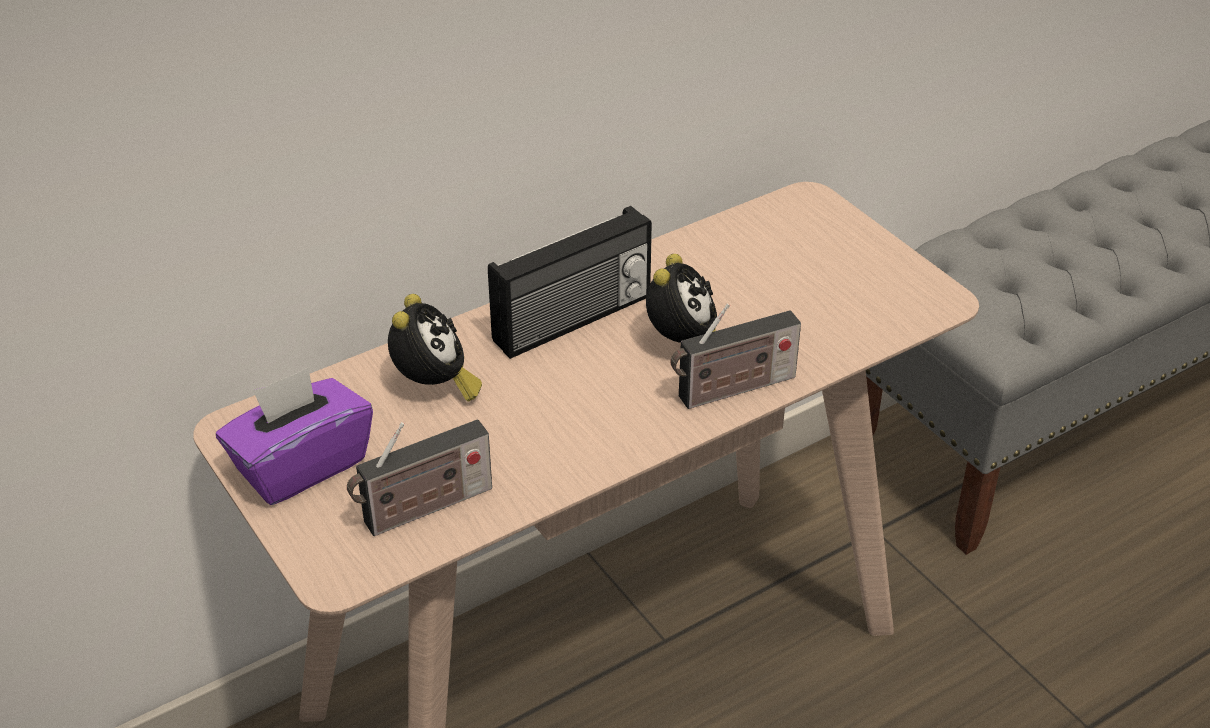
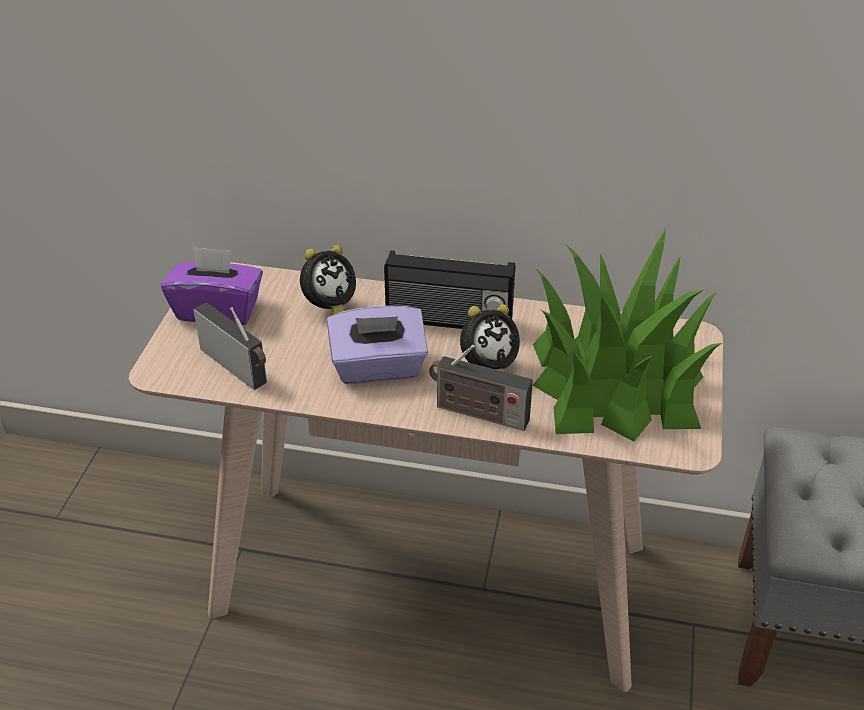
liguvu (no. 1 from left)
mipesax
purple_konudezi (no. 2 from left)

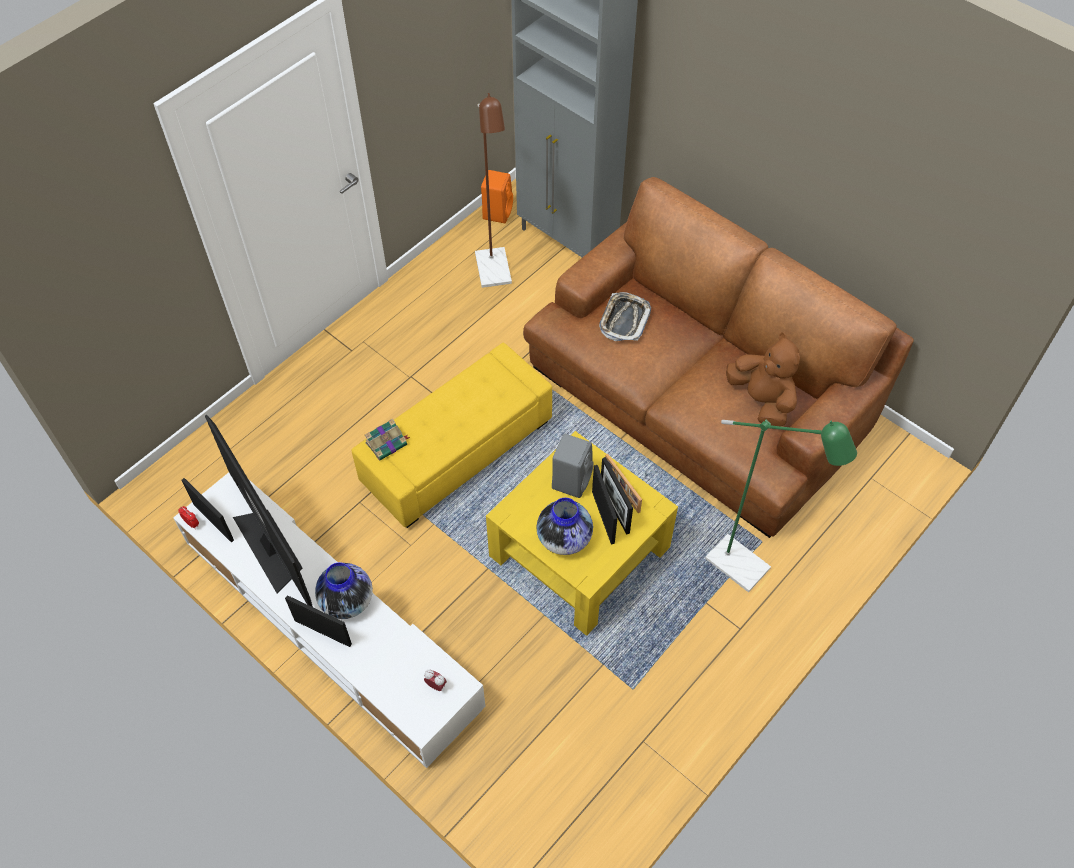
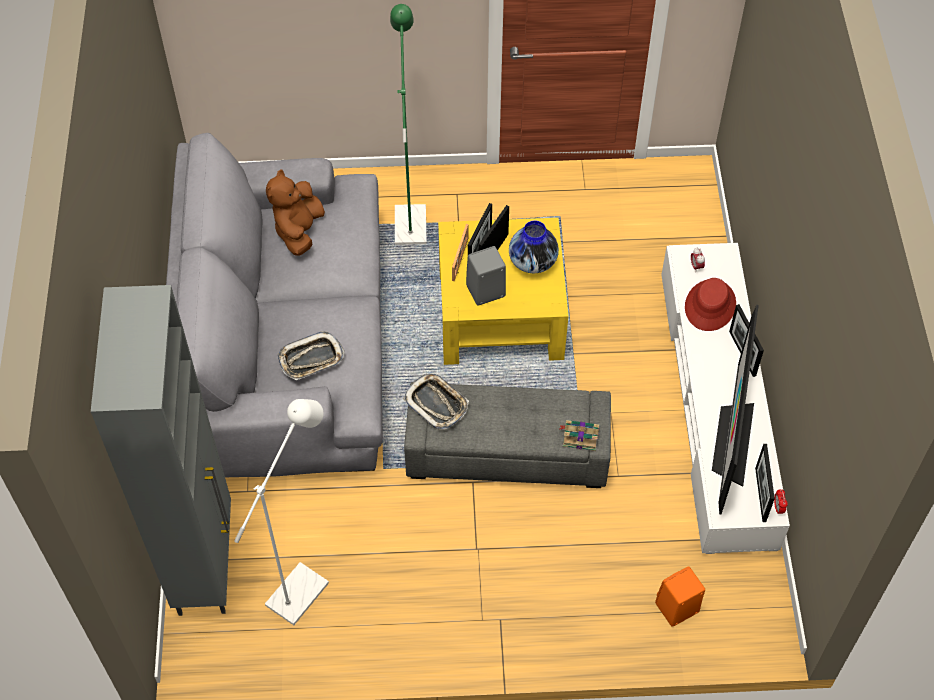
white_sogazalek
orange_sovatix
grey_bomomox
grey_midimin
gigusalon (no. 1 from left in the first image)
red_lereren
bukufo (no. 2 from left)

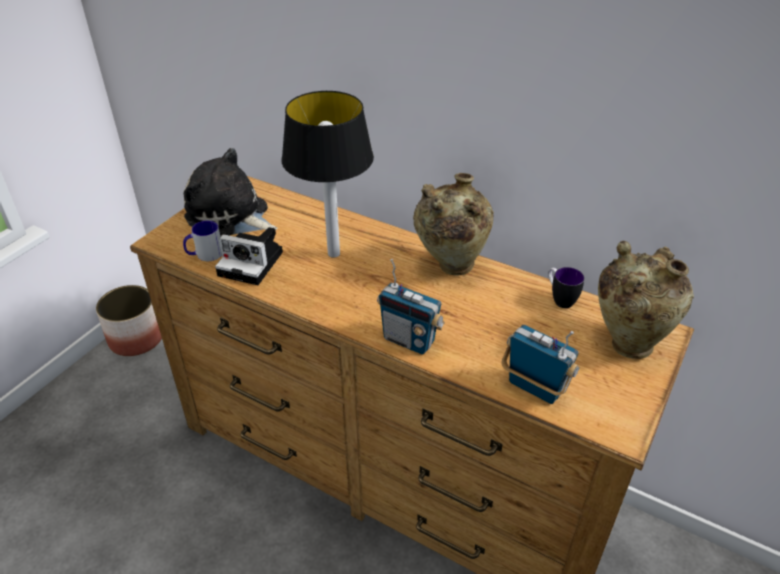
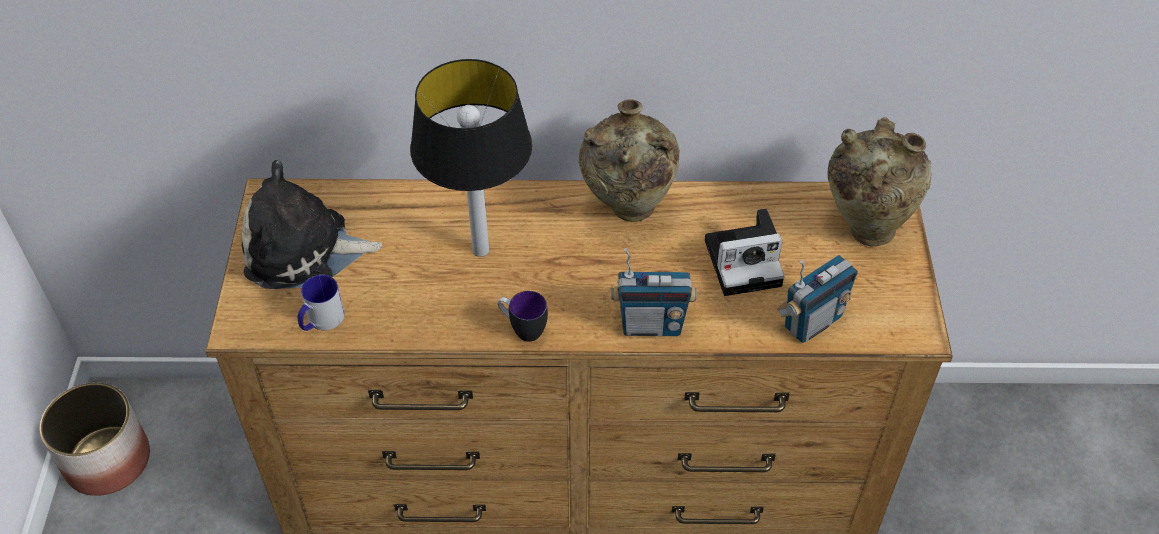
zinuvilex
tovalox (no. 2 from left)
liguvu (no. 2 from left)

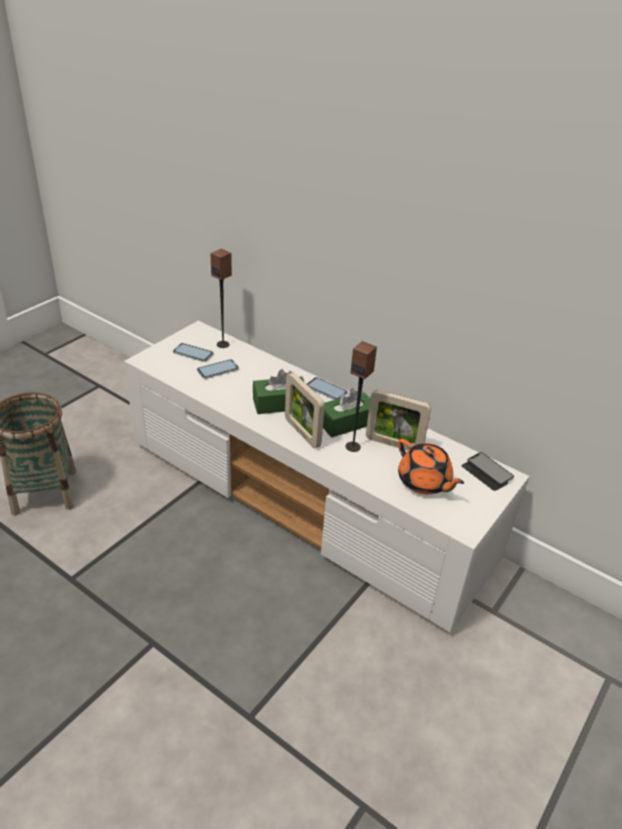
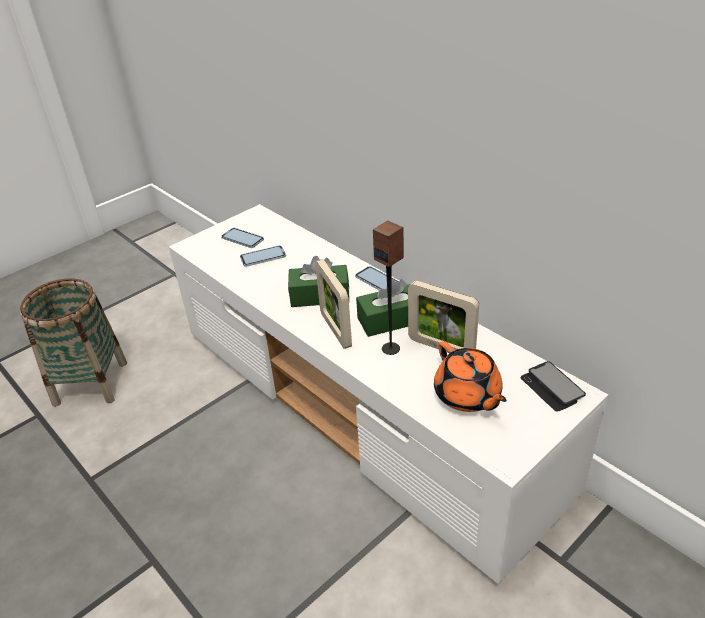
sovatix (no. 1 from left in the first image)

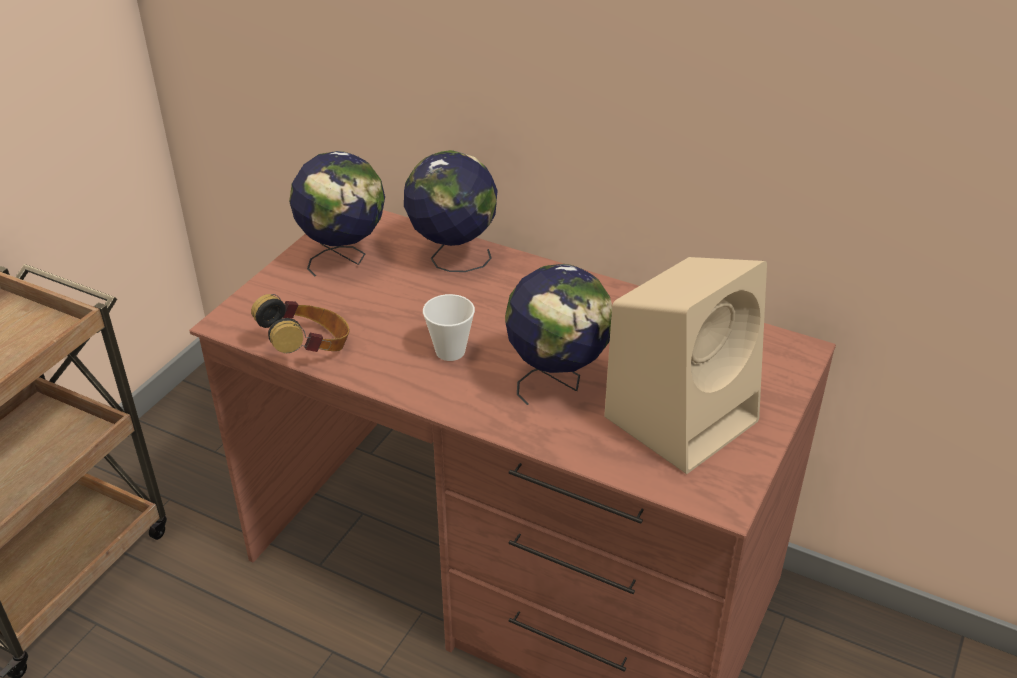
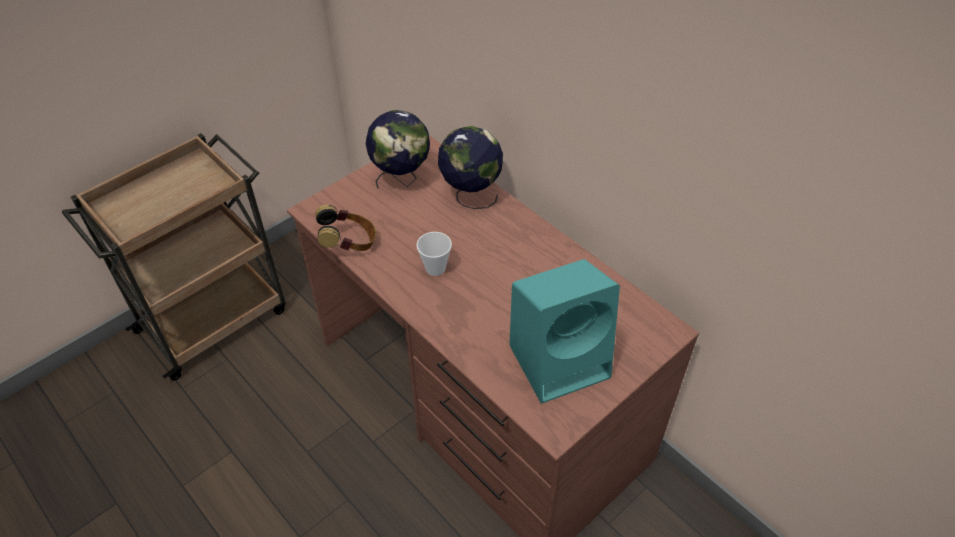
turquoise_sovatix
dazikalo (no. 3 from left in the first image)

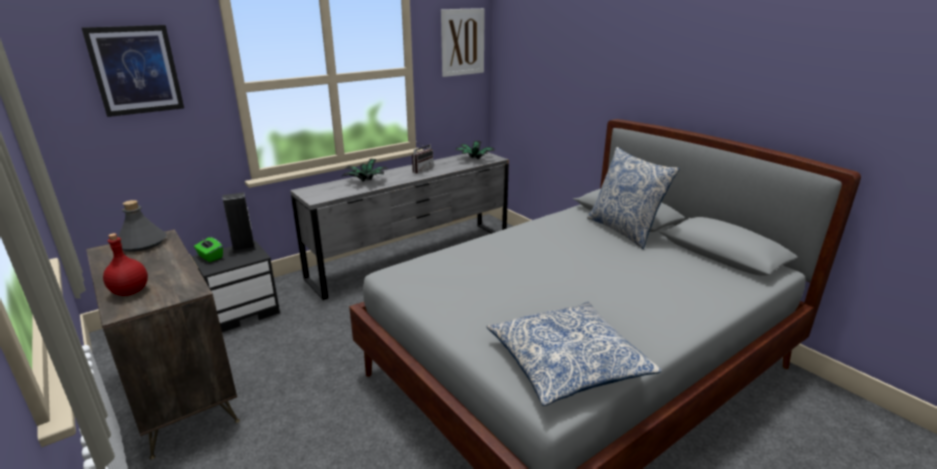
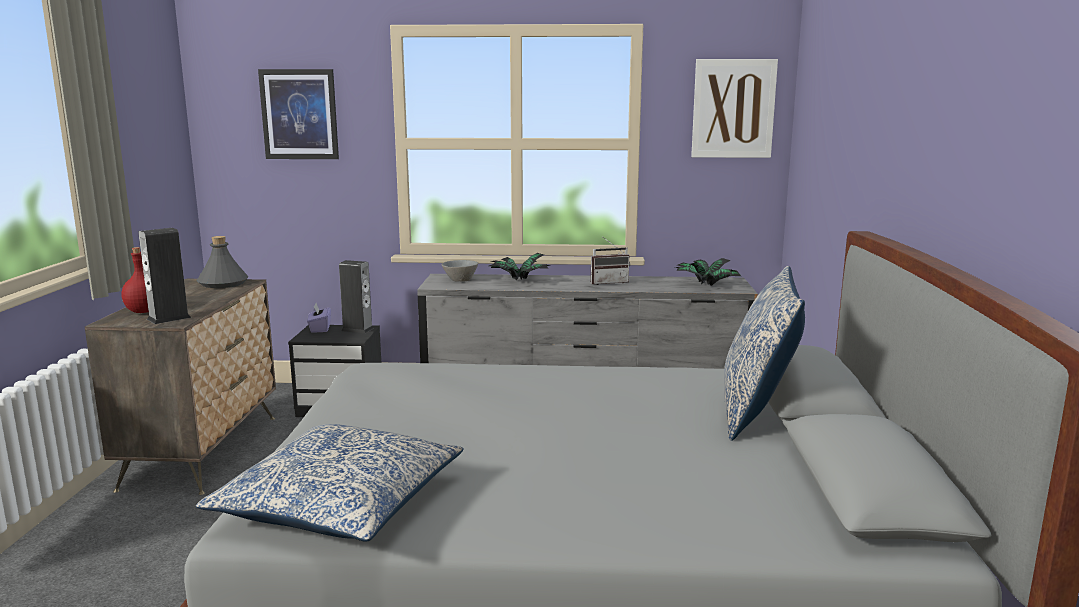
purple_konudezi
sovatix (no. 1 from left)
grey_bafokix

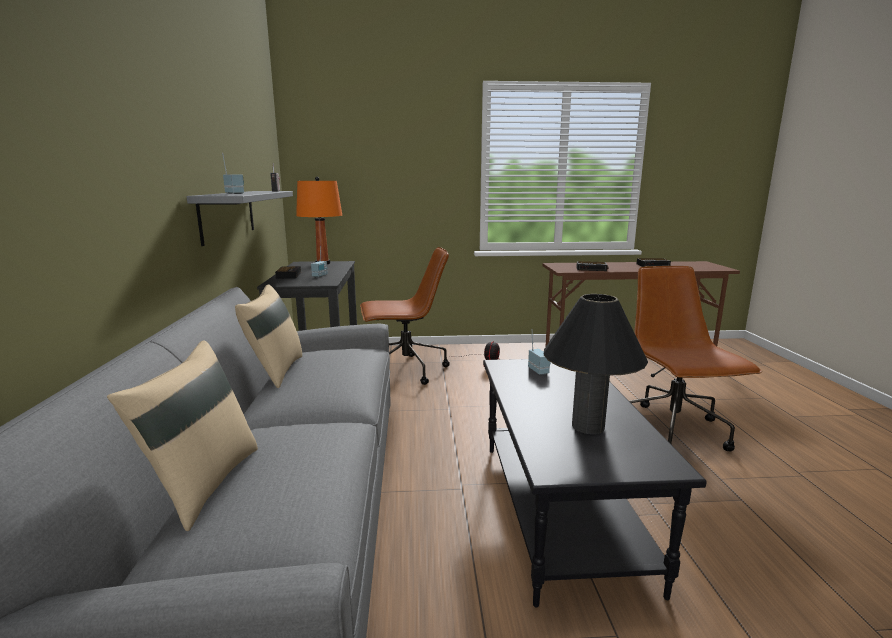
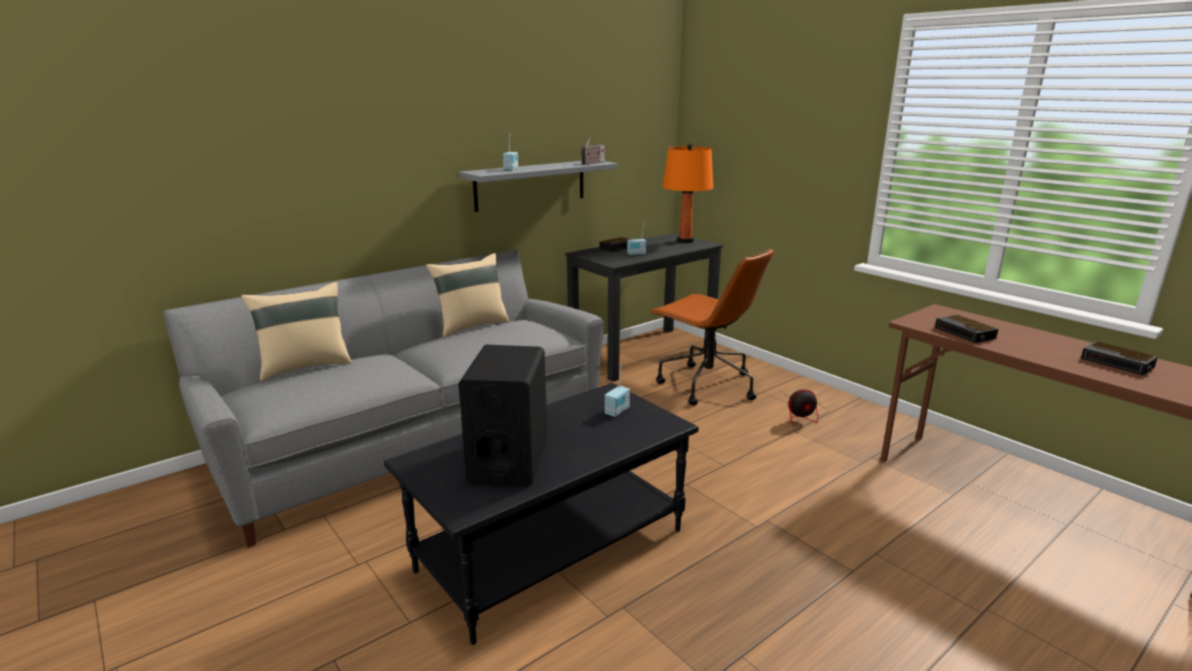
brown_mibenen (no. 2 from left in the first image)
black_sovatix

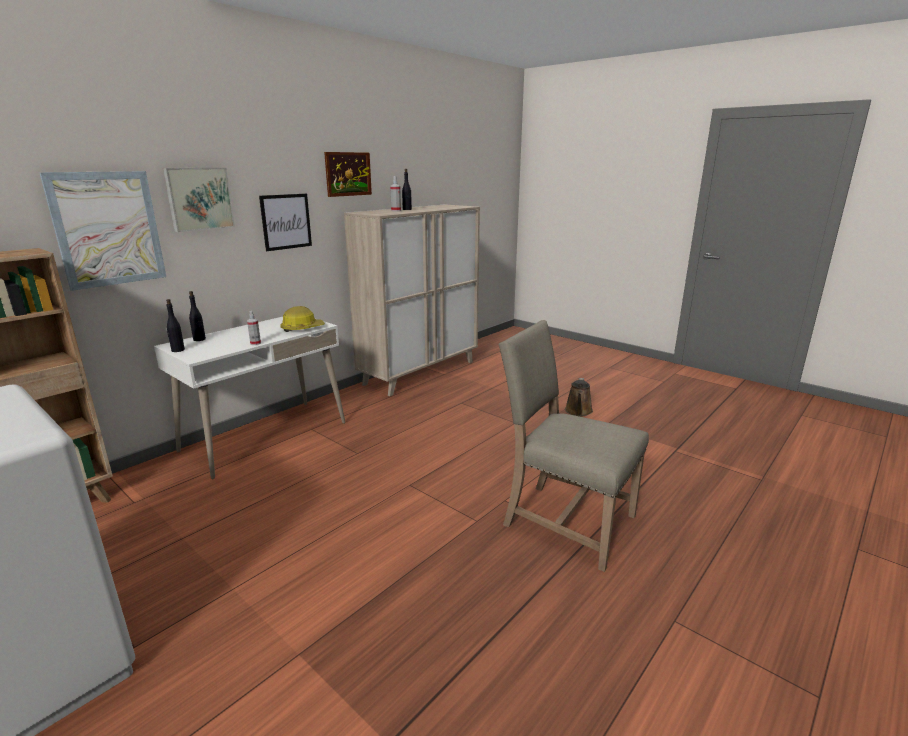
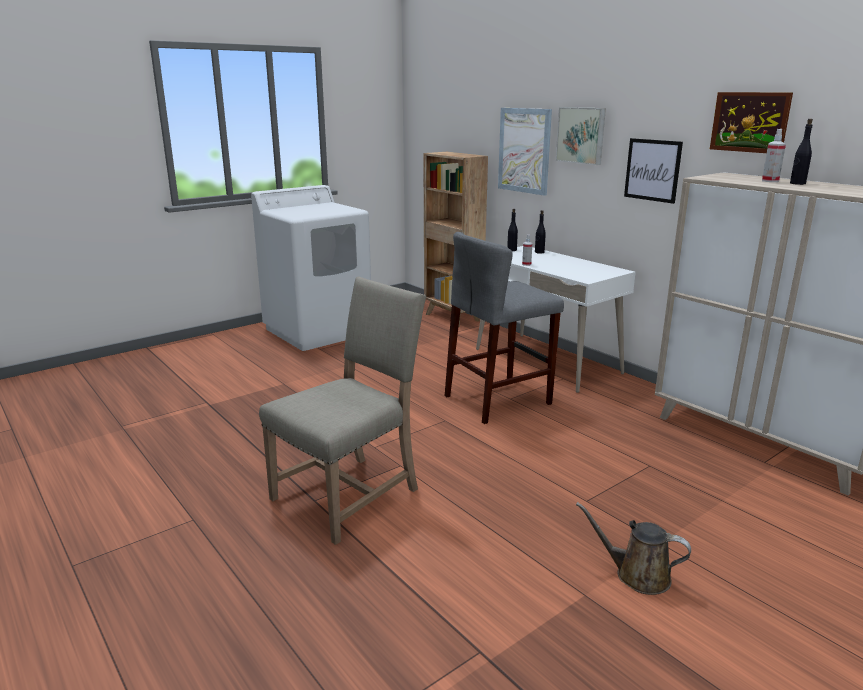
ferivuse
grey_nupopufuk

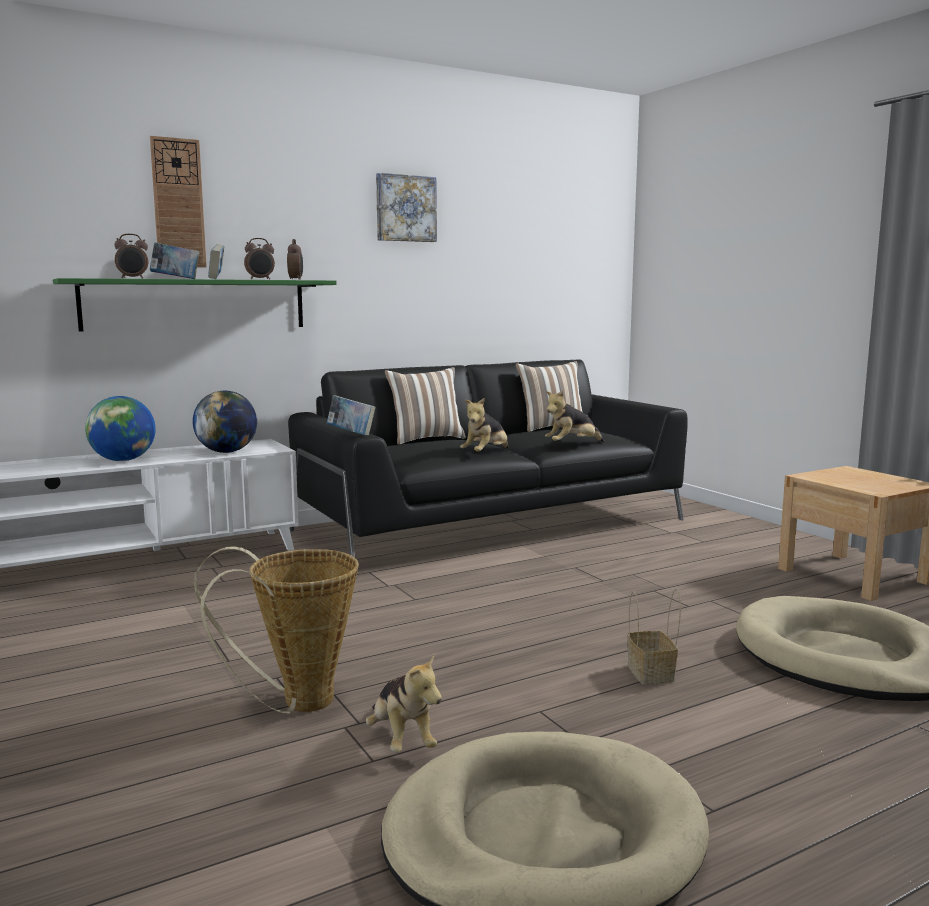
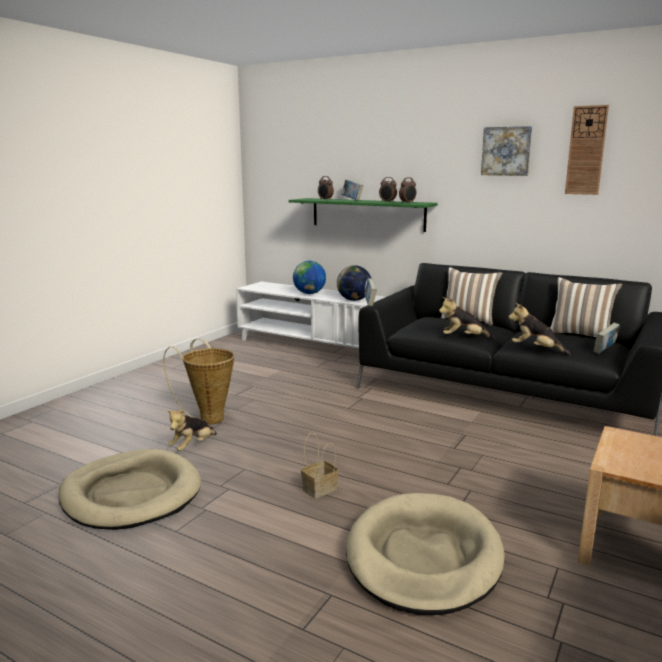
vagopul
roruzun (no. 3 from left)

